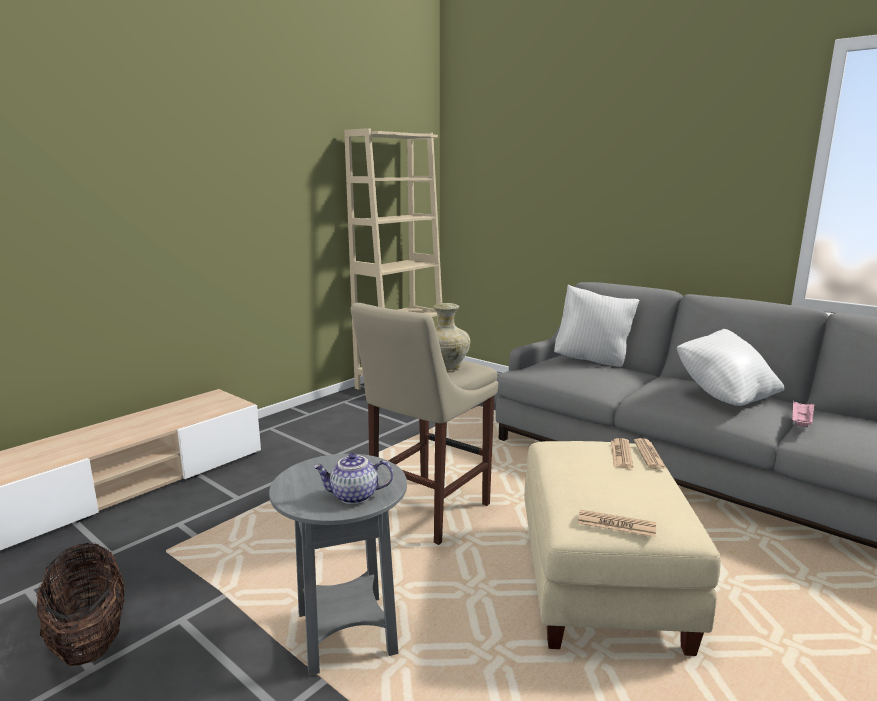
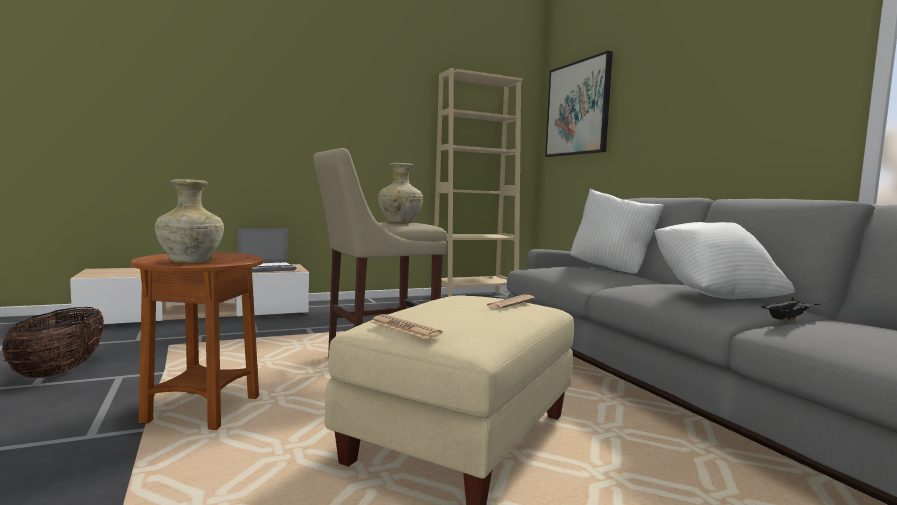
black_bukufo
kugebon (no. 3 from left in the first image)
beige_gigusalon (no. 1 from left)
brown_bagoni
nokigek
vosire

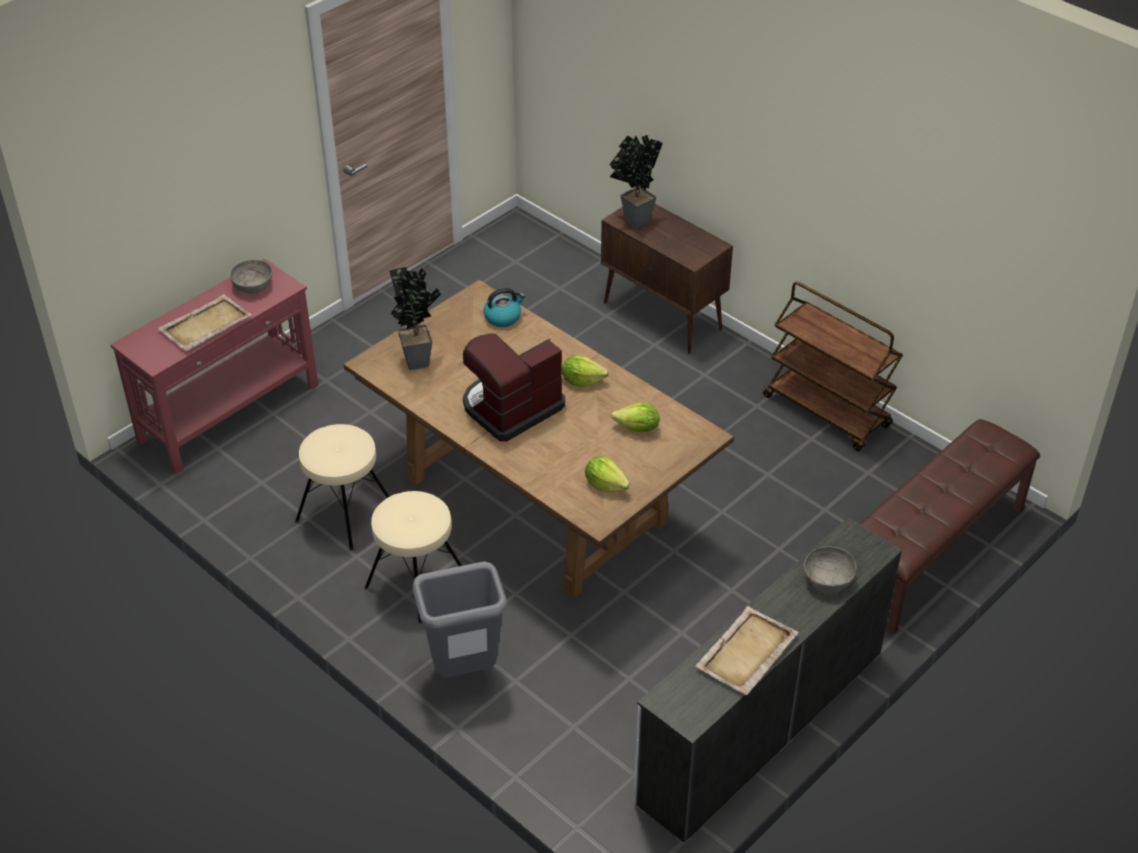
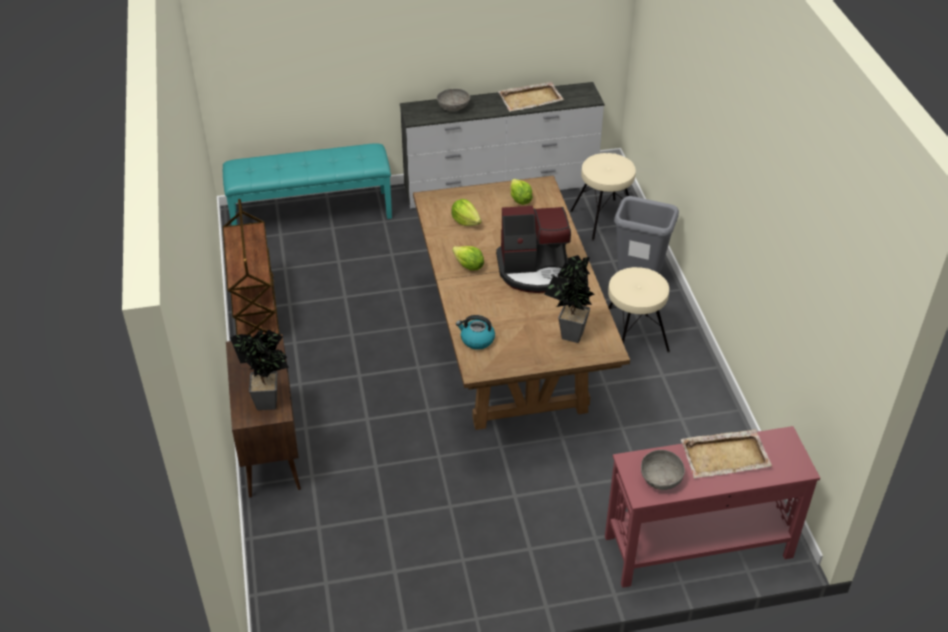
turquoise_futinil
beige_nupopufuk (no. 1 from left)

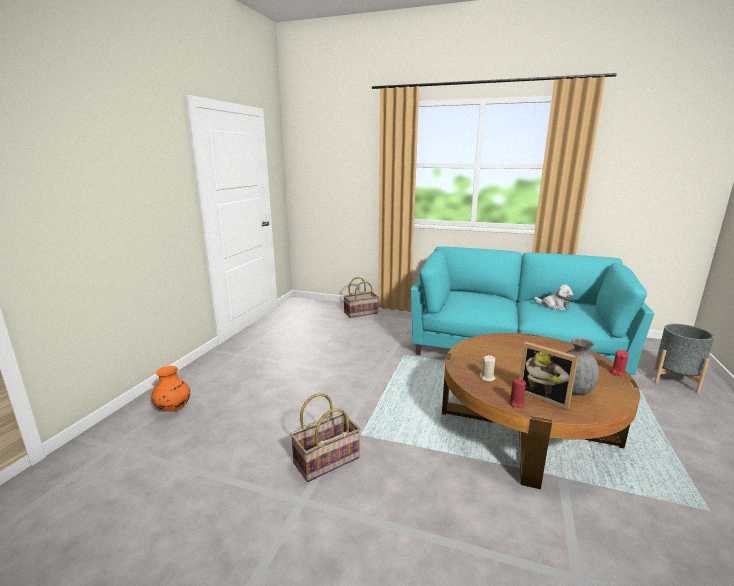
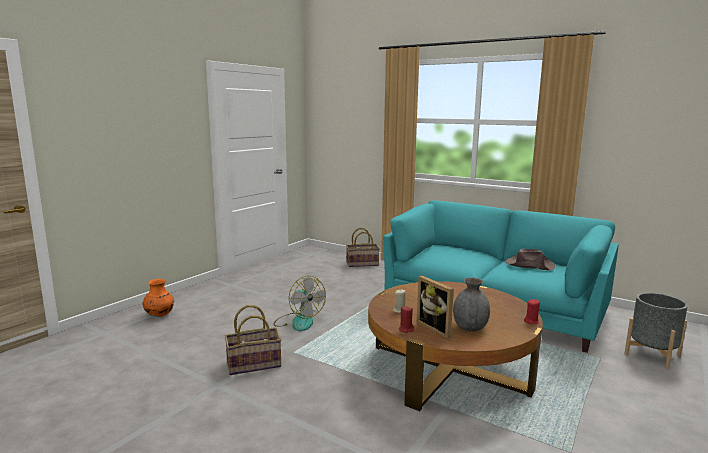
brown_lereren
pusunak

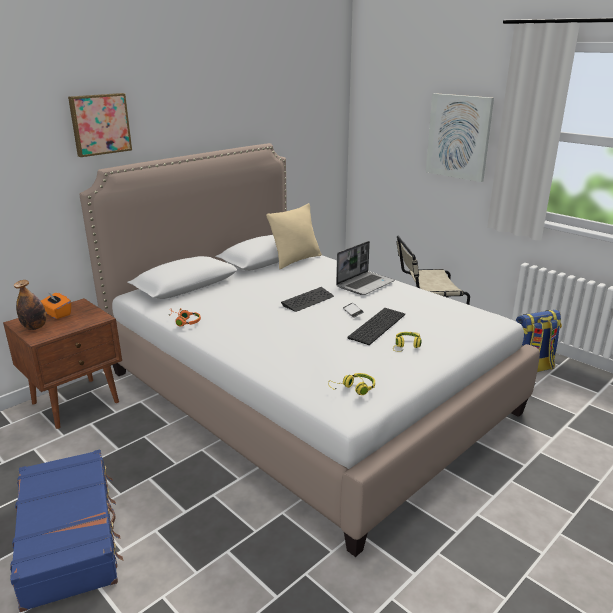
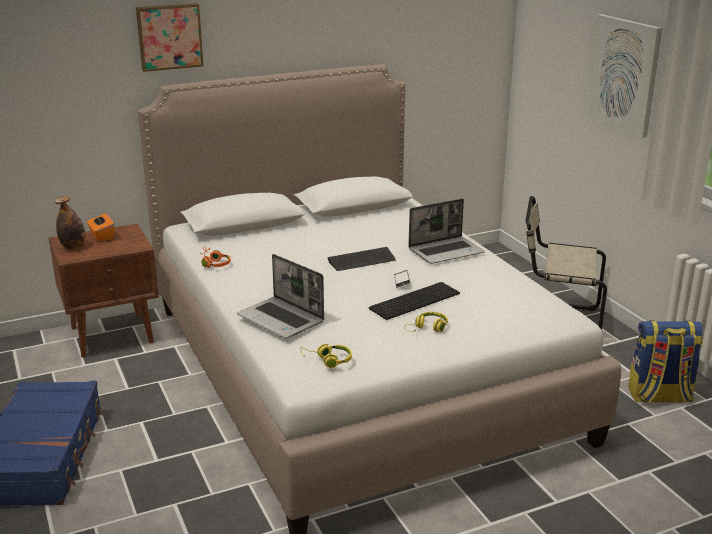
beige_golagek
vosire (no. 1 from left)

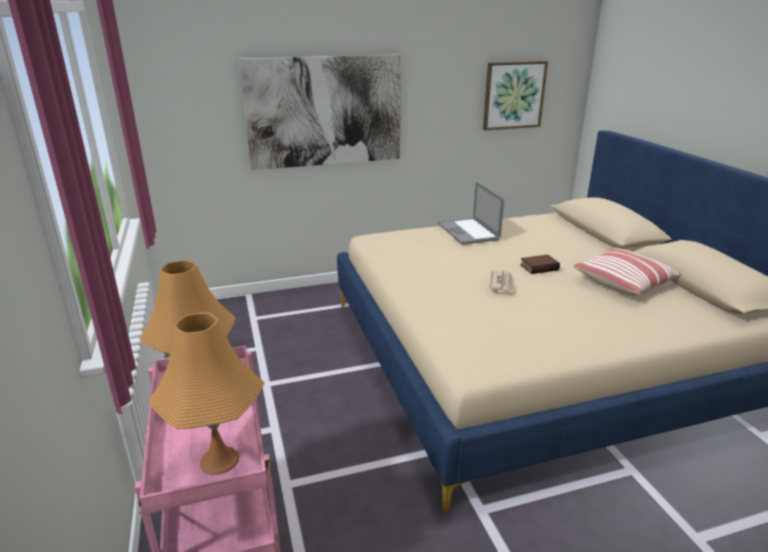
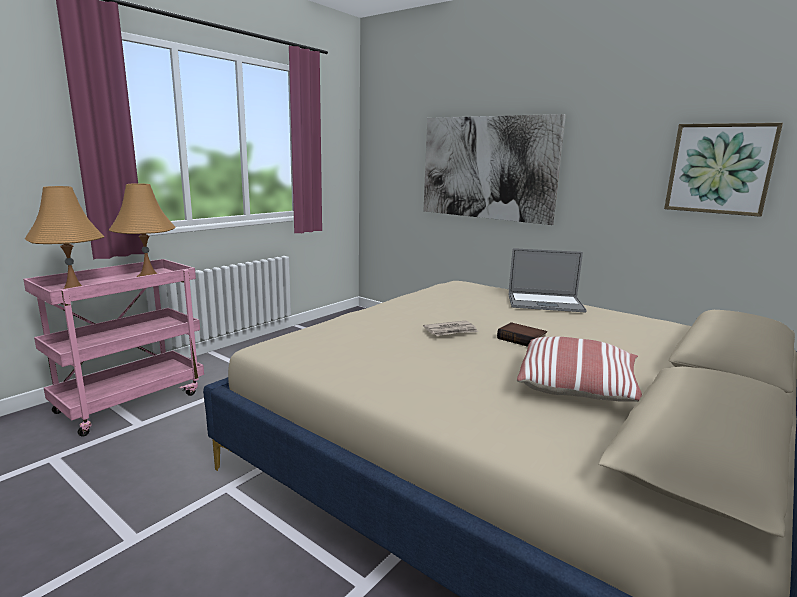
vosire

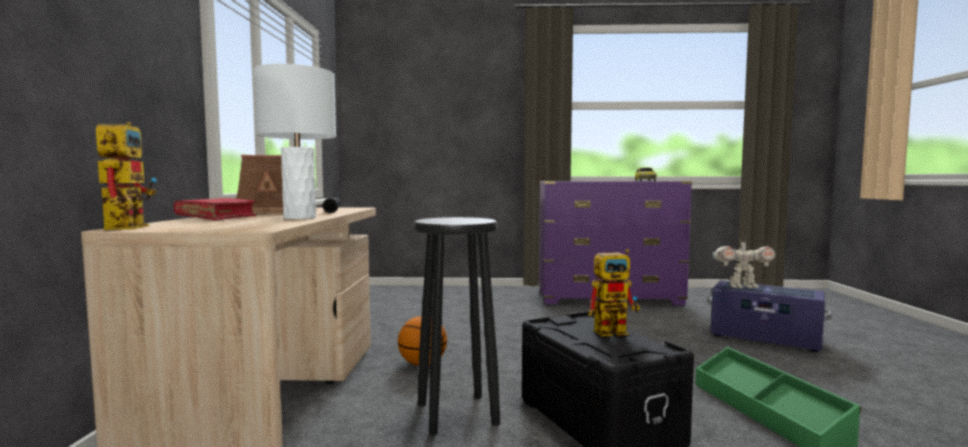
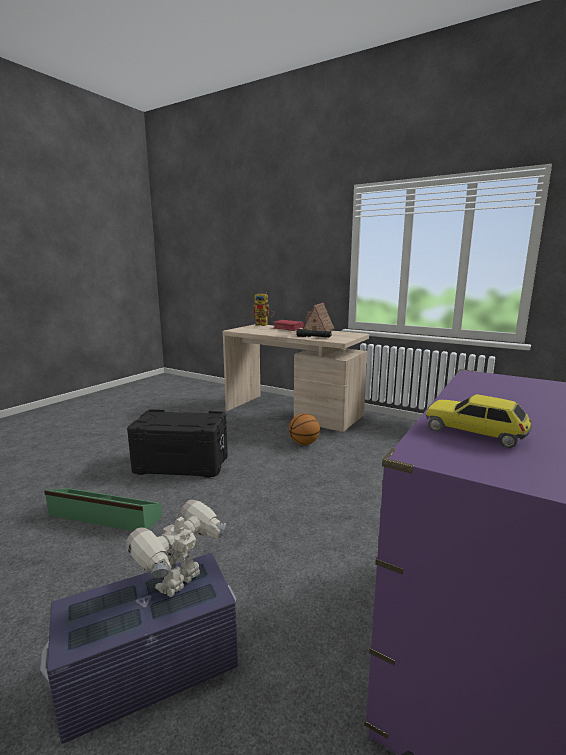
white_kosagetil
black_nupopufuk
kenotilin (no. 2 from left in the first image)

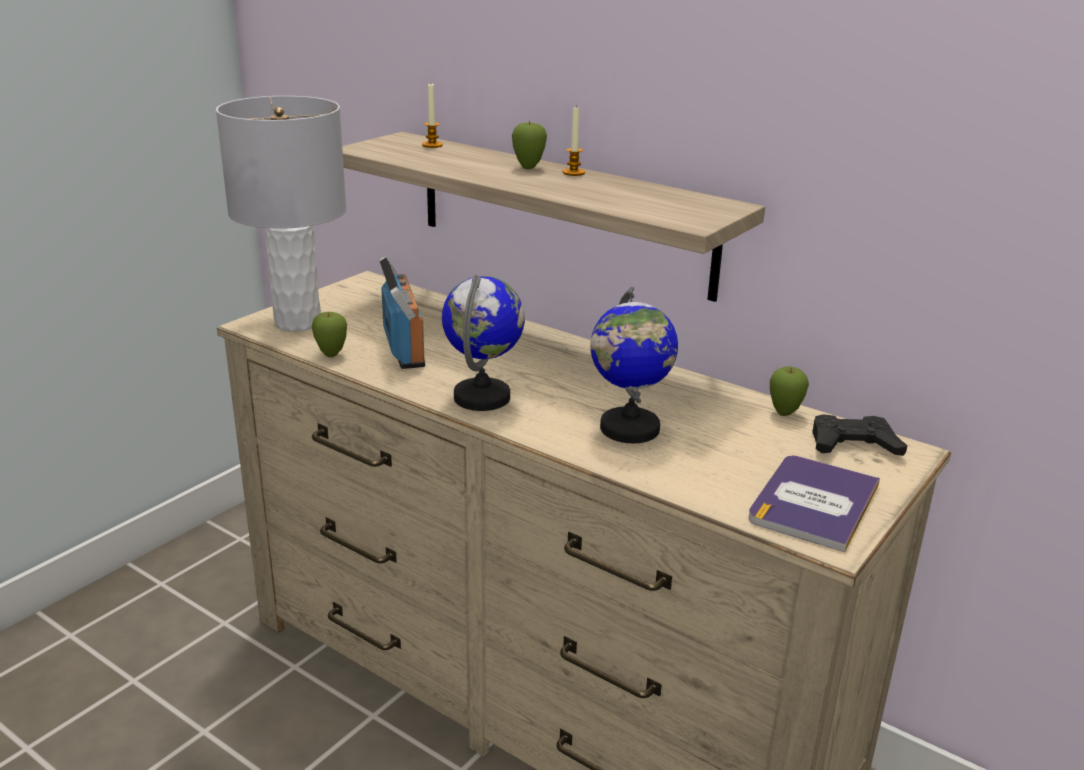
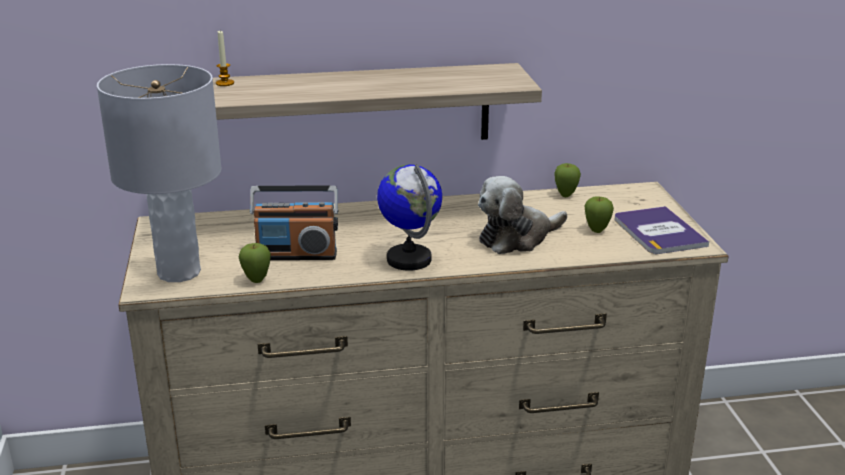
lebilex (no. 2 from left in the first image)
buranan (no. 3 from left)
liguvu
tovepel
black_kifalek

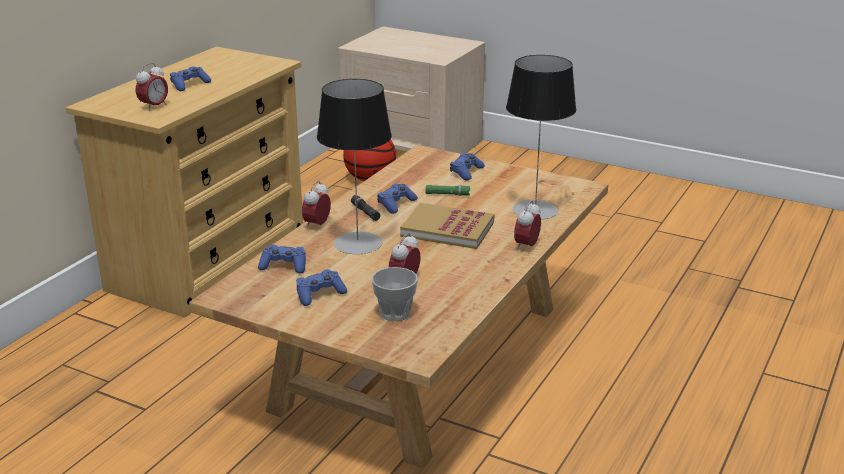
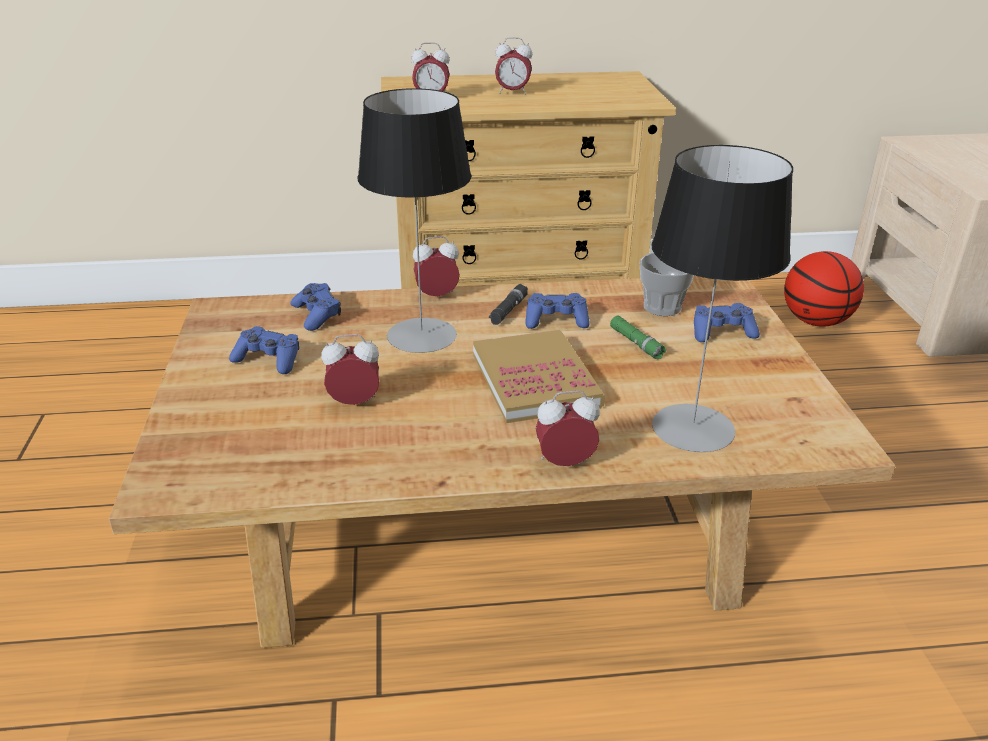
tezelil (no. 4 from left)
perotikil

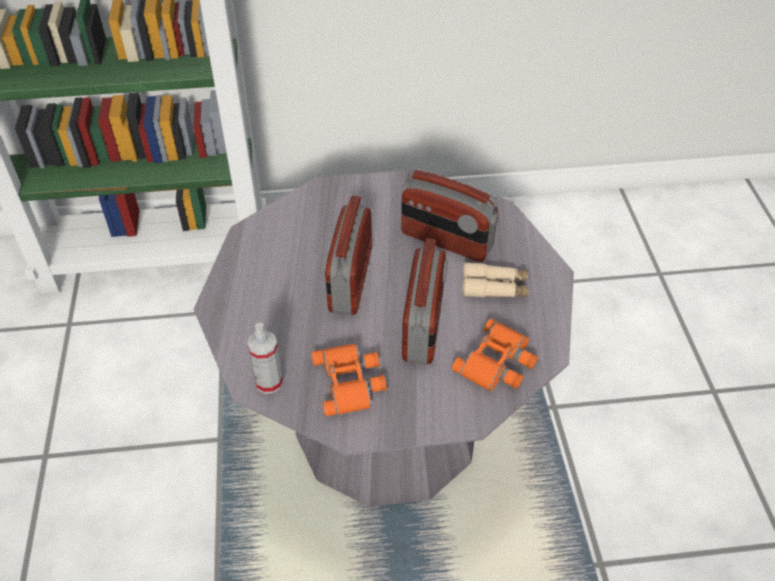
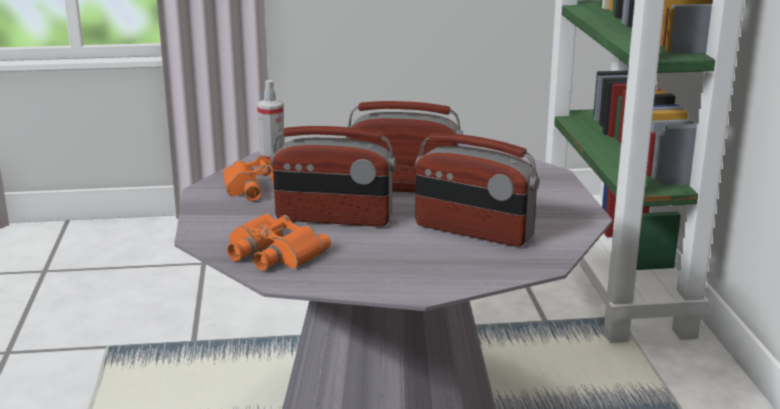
liguvu (no. 3 from left)
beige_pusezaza

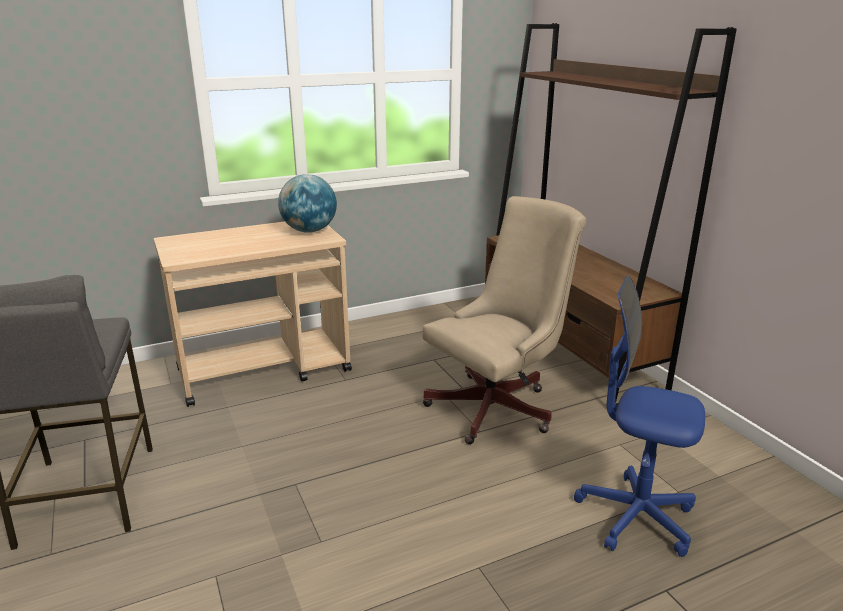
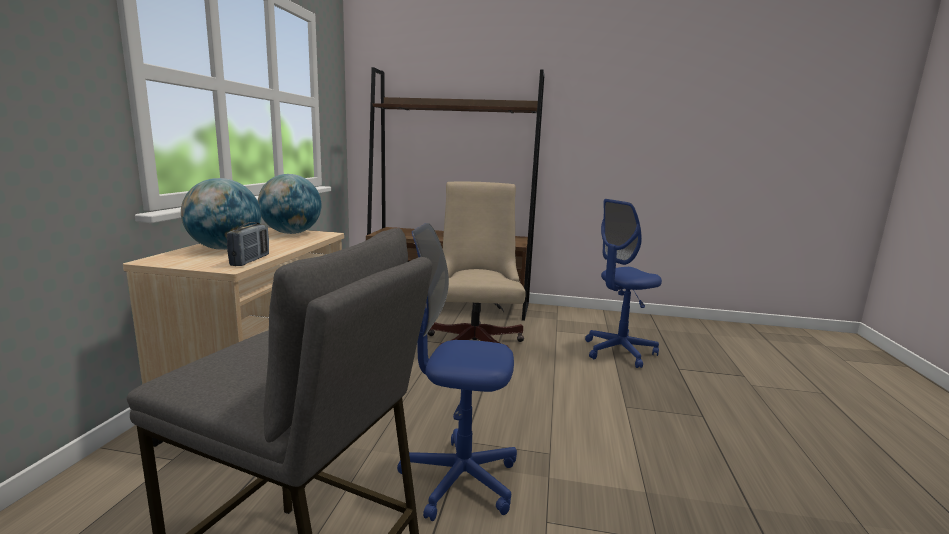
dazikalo (no. 1 from left)
liguvu
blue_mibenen (no. 1 from left)

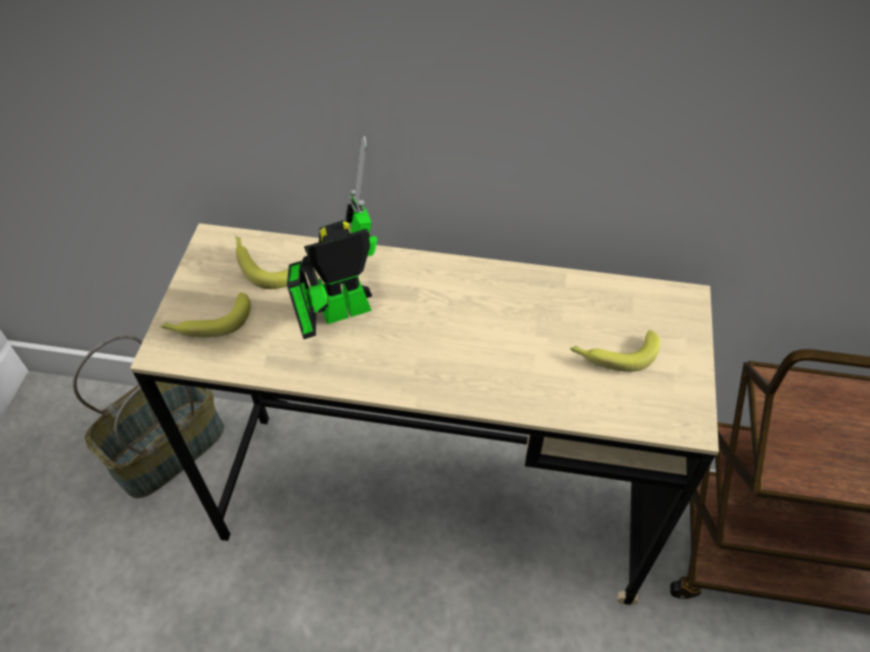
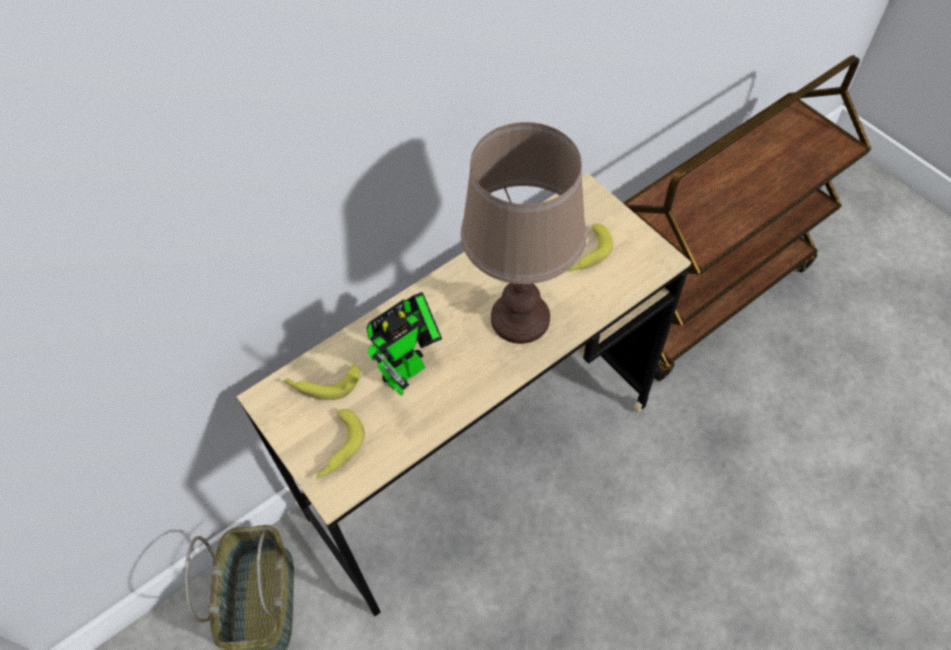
kenotilin
brown_kosagetil

